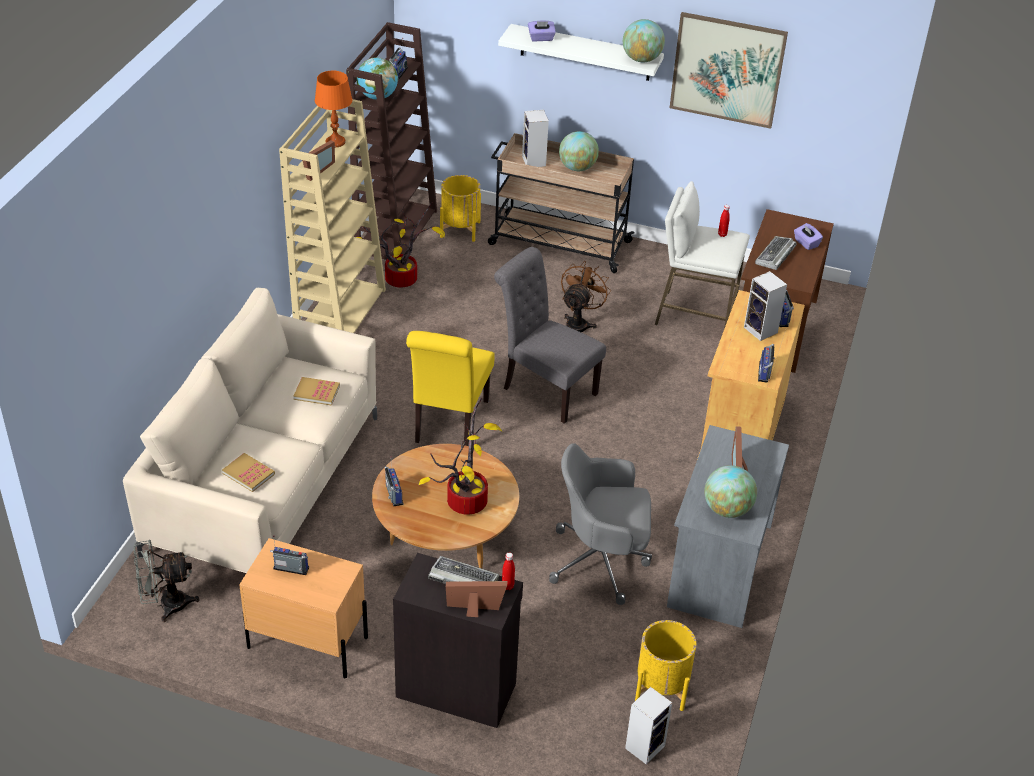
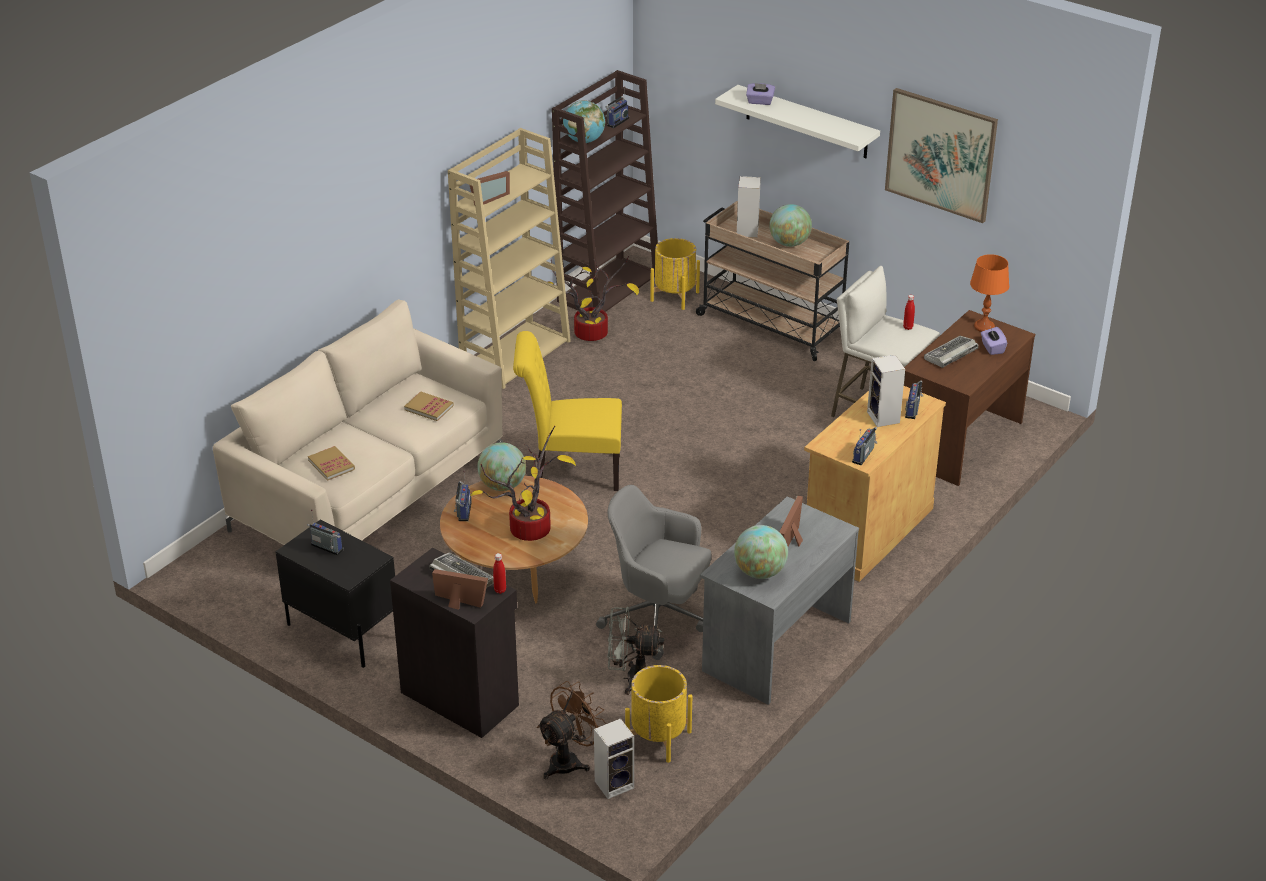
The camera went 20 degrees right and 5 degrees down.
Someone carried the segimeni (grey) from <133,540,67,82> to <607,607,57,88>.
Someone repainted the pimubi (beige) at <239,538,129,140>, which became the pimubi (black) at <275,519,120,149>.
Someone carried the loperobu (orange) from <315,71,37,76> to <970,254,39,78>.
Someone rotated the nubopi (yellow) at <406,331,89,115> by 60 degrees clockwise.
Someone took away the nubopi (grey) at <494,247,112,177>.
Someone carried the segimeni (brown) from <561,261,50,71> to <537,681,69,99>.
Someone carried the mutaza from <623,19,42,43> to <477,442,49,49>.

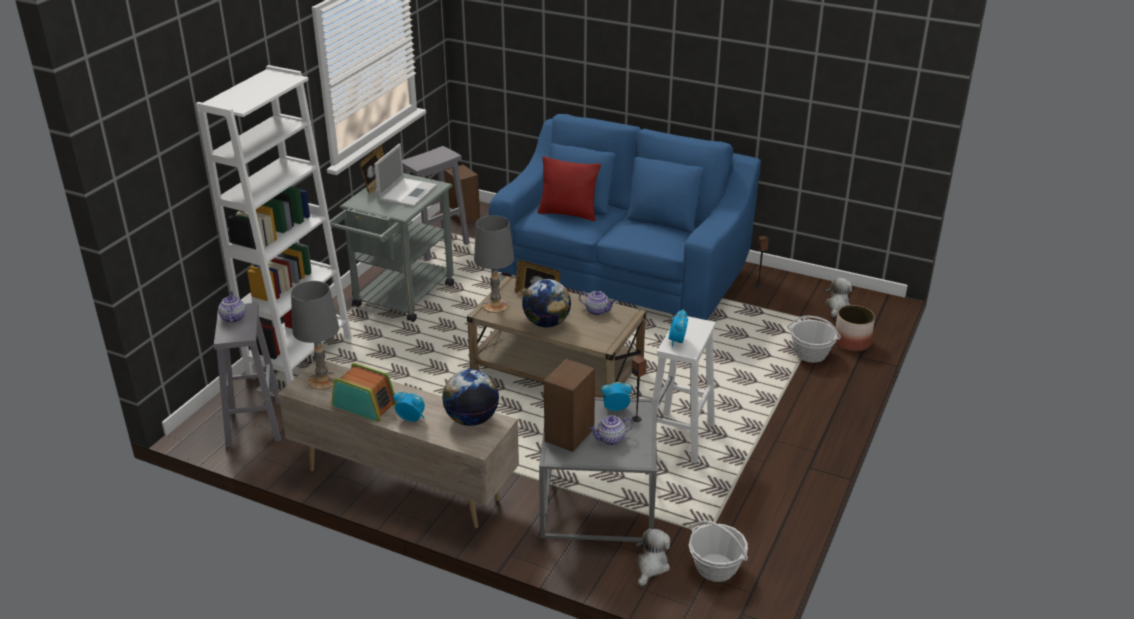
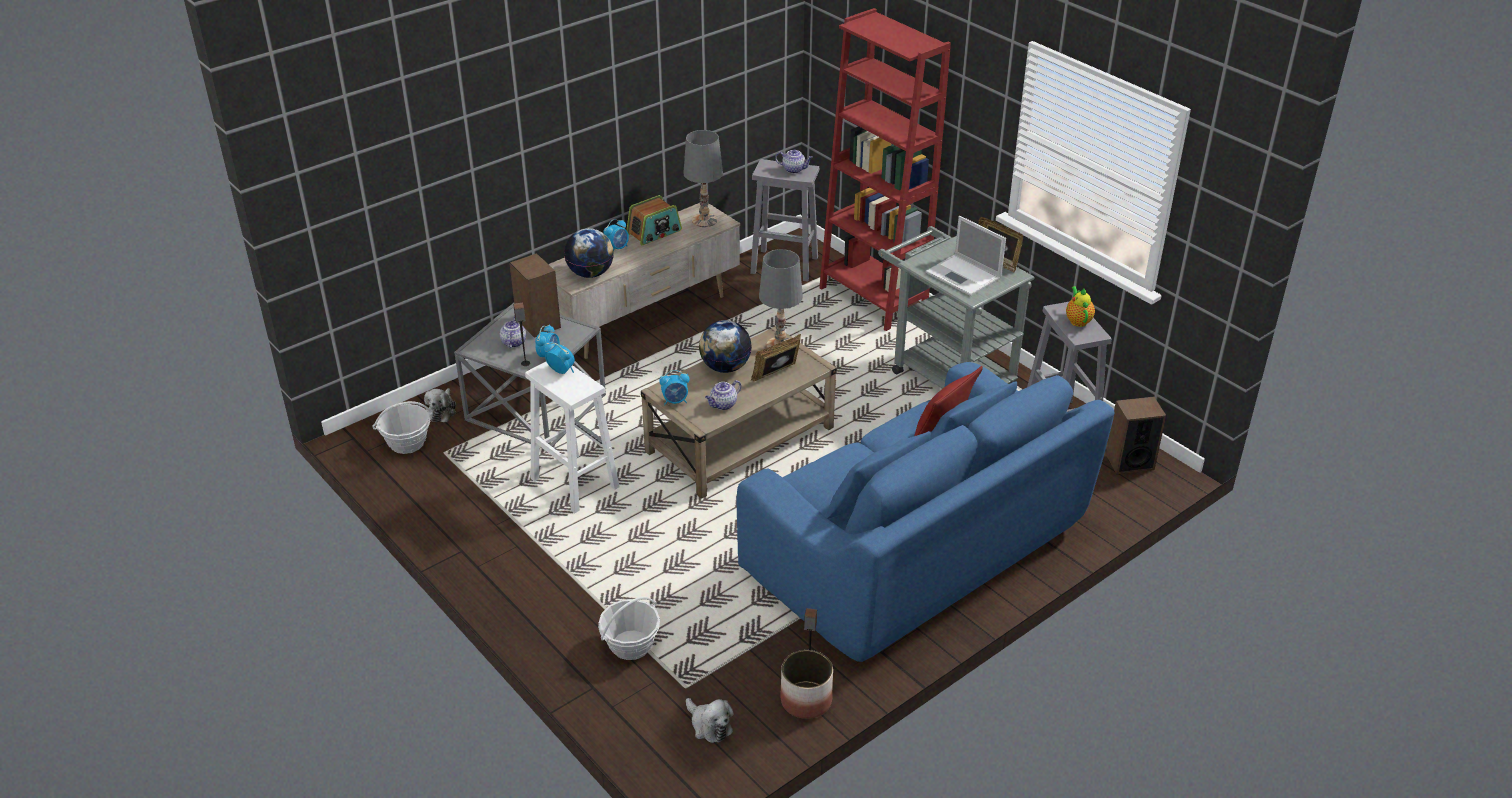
The camera went 115 degrees right and 5 degrees up.
Someone repainted the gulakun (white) at <196,65,156,320>, which became the gulakun (red) at <819,8,132,323>.
Someone rotated the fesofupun at <636,529,34,57> by 45 degrees clockwise.
Someone carried the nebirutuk from <835,305,40,46> to <780,650,53,69>.
Someone put down the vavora at <659,370,31,35>.
Someone put down the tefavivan at <1066,286,29,41>.

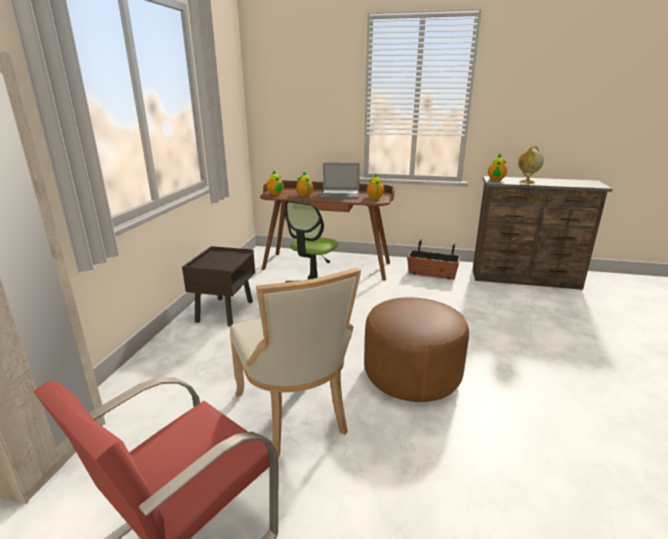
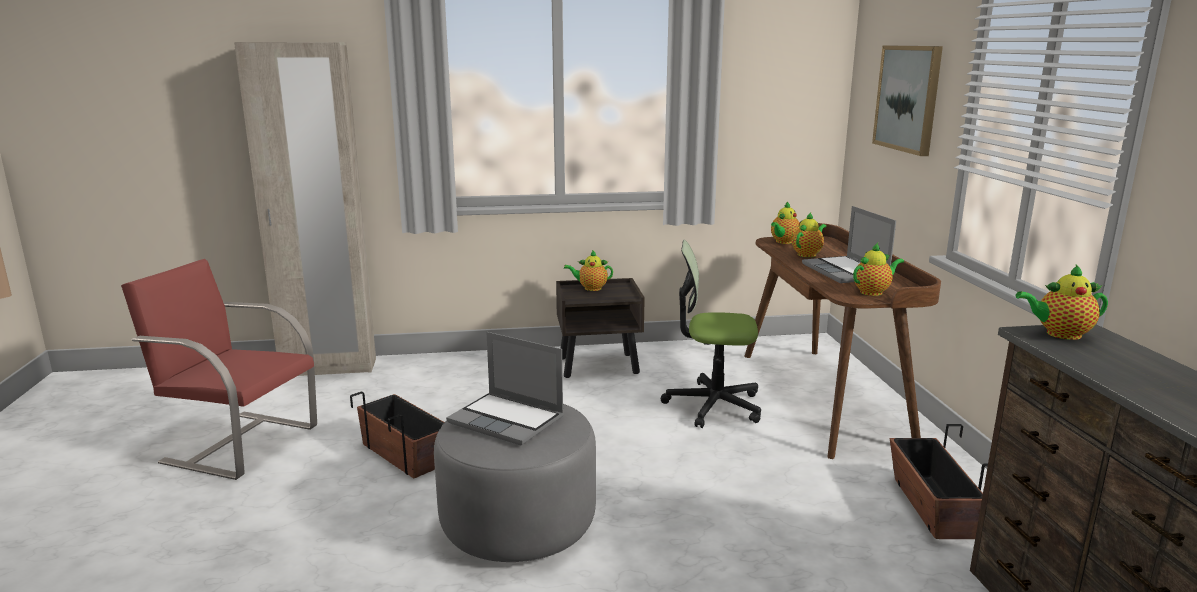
The camera went 70 degrees right and 5 degrees down.
Someone swapped the nubopi (beige) at <230,267,131,191> for the nebirutuk at <350,392,94,86>.
Someone repainted the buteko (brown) at <364,297,105,105>, which became the buteko (grey) at <434,404,162,158>.
Someone took away the mutaza at <518,146,26,38>.
Someone put down the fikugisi at <446,332,118,114>.
Someone put down the tefavivan at <564,250,49,41>.
Someone put up the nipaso at <872,46,71,110>.

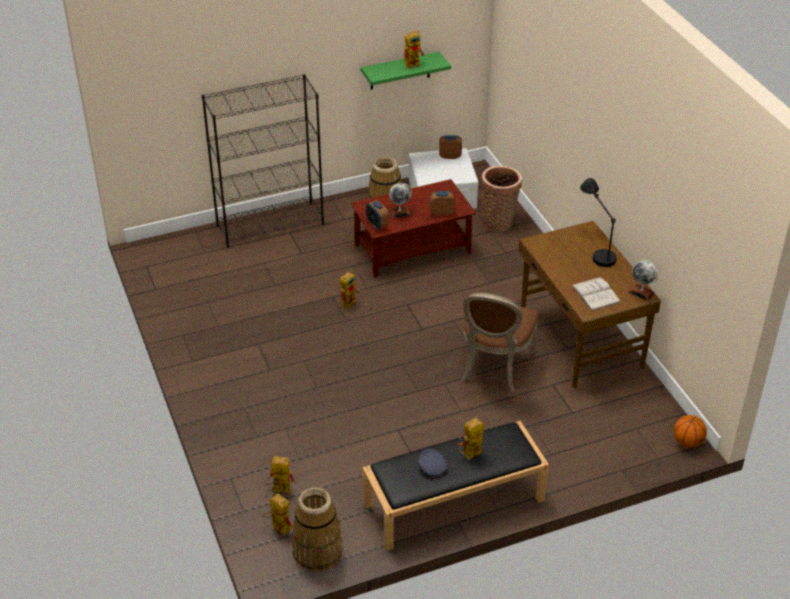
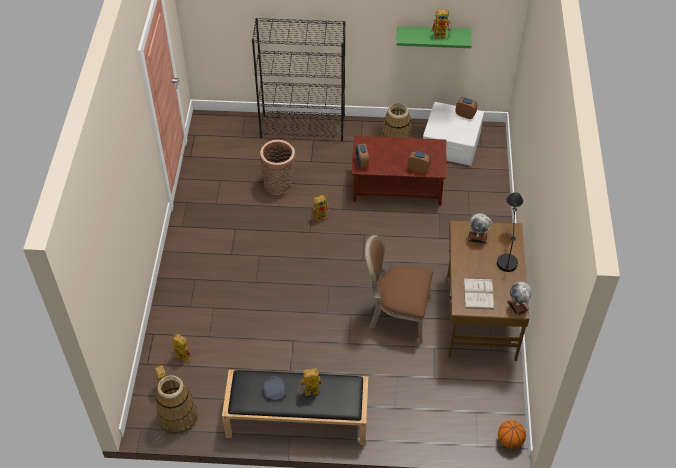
The camera went 25 degrees right and 10 degrees up.
Someone carried the mutaza from <389,183,23,36> to <468,213,24,31>.
Someone rotated the nubopi (brown) at <461,293,78,99> by 60 degrees clockwise.
Someone carried the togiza from <481,166,41,66> to <260,140,36,55>.

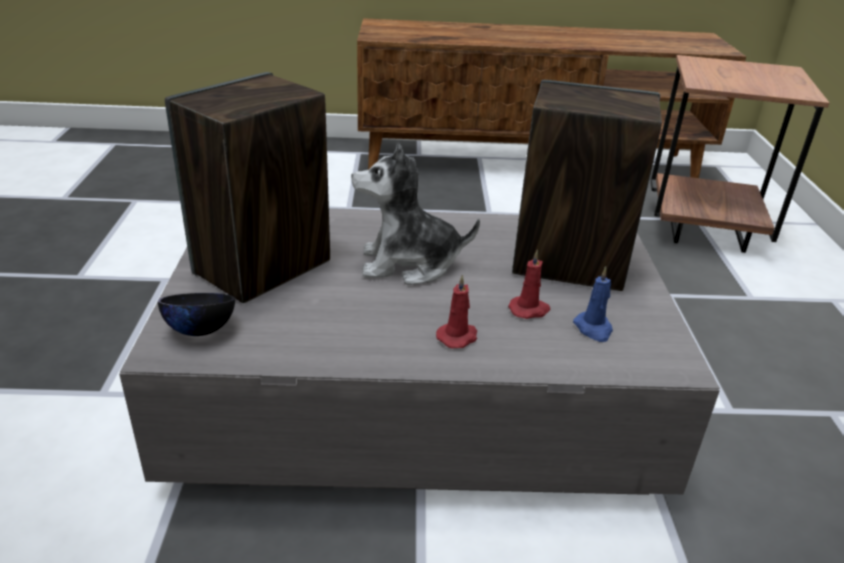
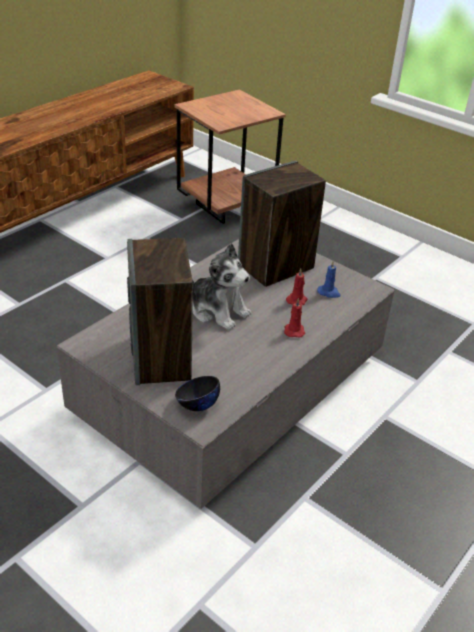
The camera went 50 degrees left and 5 degrees up.
Someone rotated the fesofupun at <352,142,128,143> by 90 degrees counterclockwise.

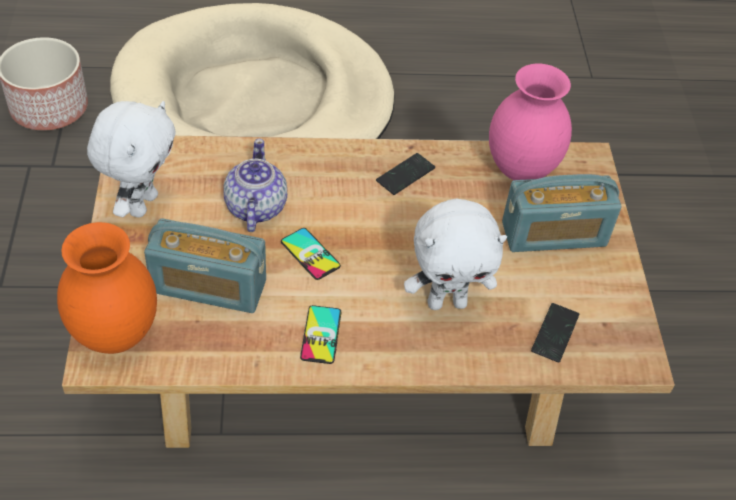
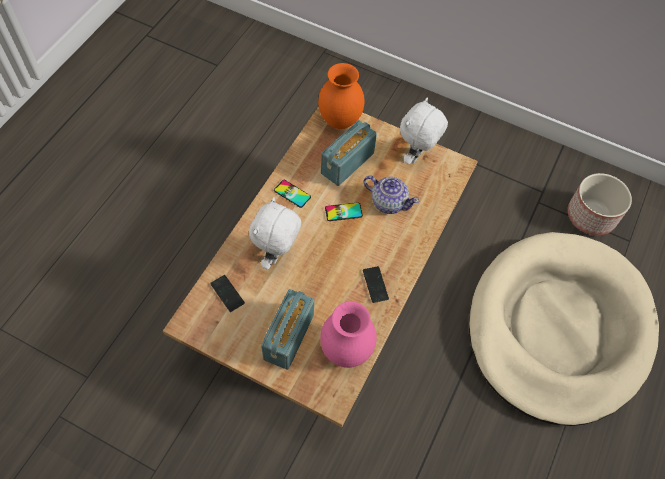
The camera went 120 degrees right and 10 degrees up.
Someone rotated the fesofupun (white) at <87,101,89,117> by 75 degrees clockwise.

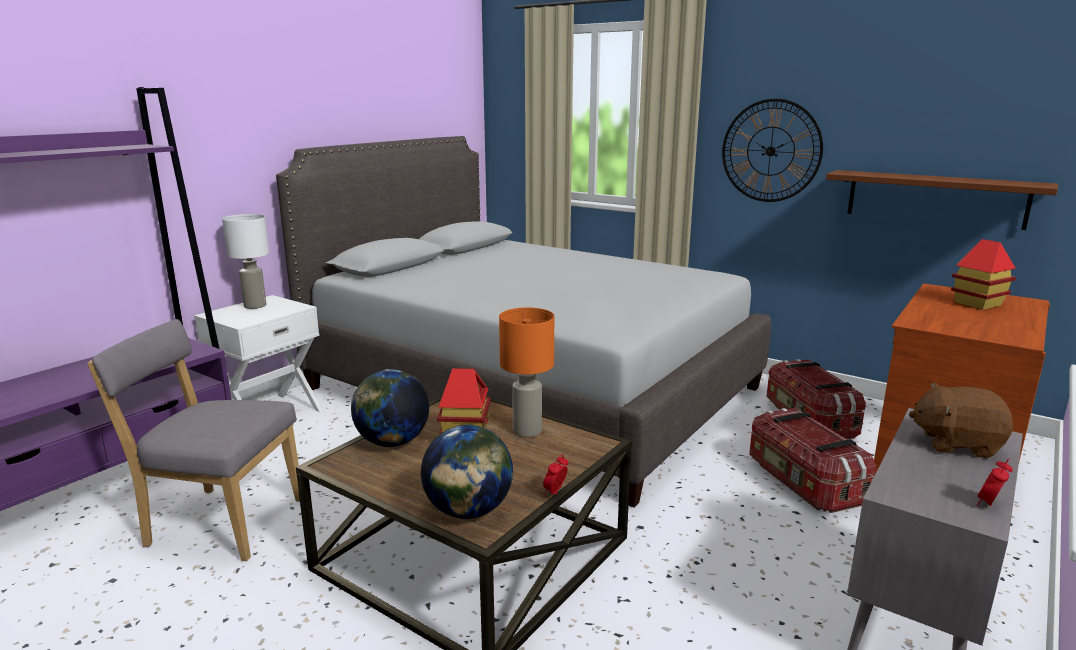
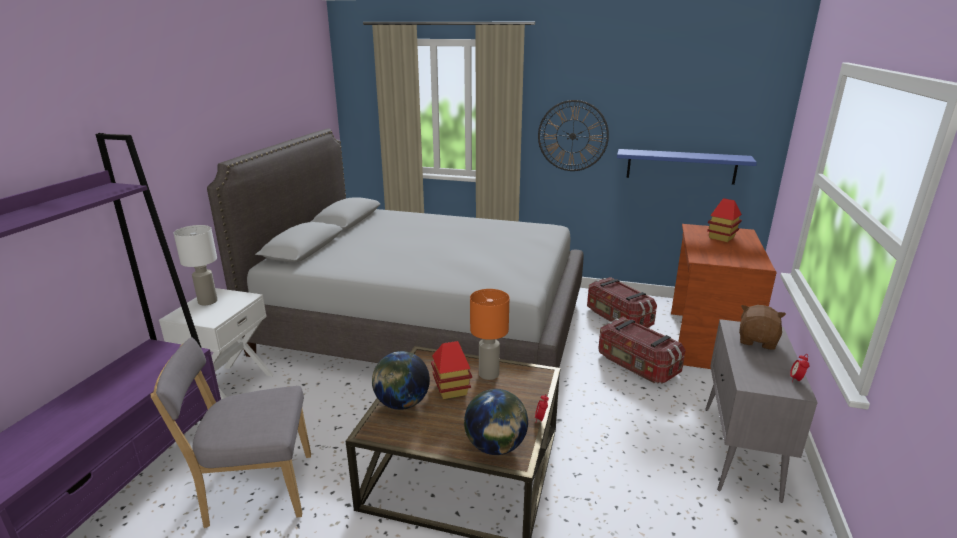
The camera went 20 degrees left and 5 degrees up.
Someone repainted the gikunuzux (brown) at <826,170,232,60>, which became the gikunuzux (blue) at <617,149,140,36>.
Someone rotated the fesofupun (brown) at <909,382,104,76> by 120 degrees clockwise.

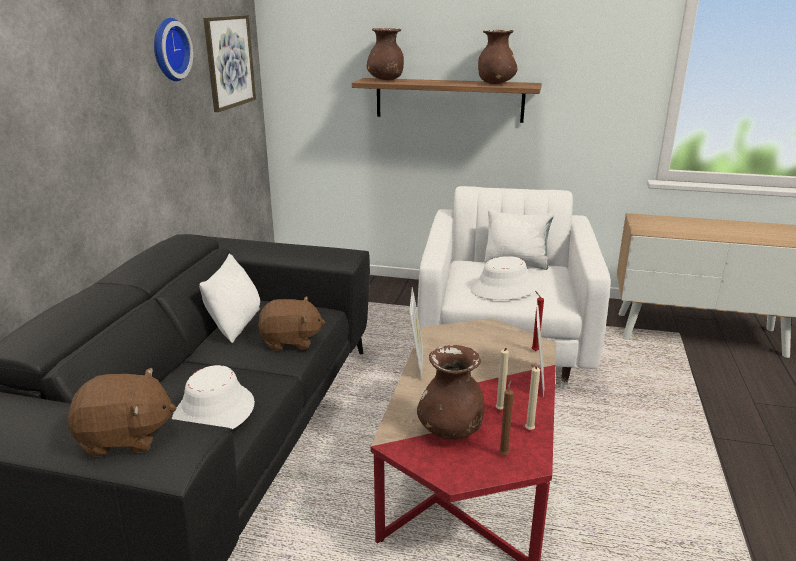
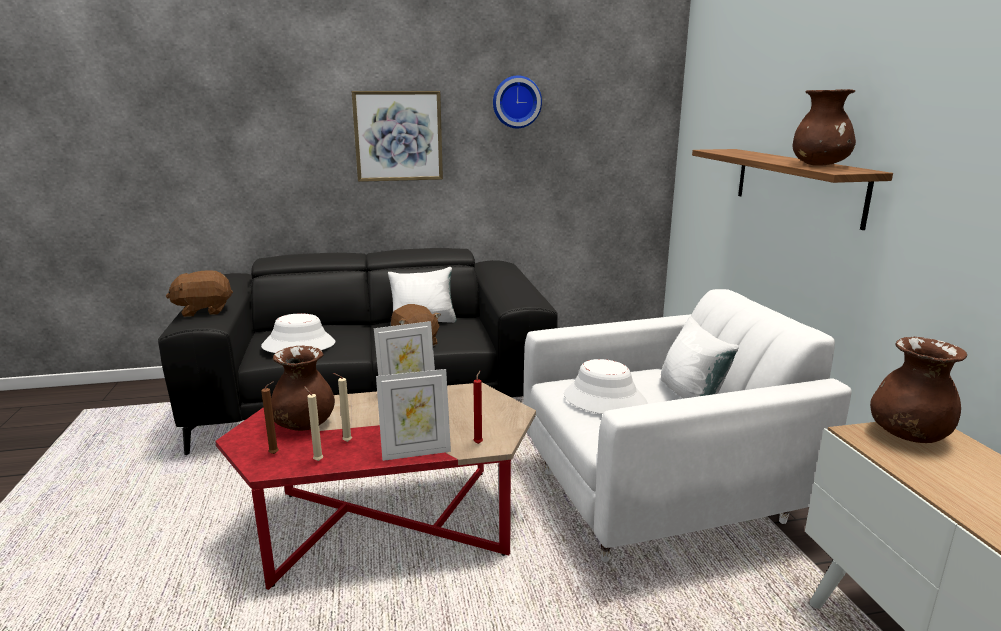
The camera went 65 degrees right and 5 degrees down.
Someone rotated the fesofupun (brown) at <68,368,108,89> by 105 degrees clockwise.
Someone carried the nipaso from <203,15,53,97> to <352,91,91,91>.
Someone carried the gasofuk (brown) from <367,28,37,52> to <870,337,97,106>.

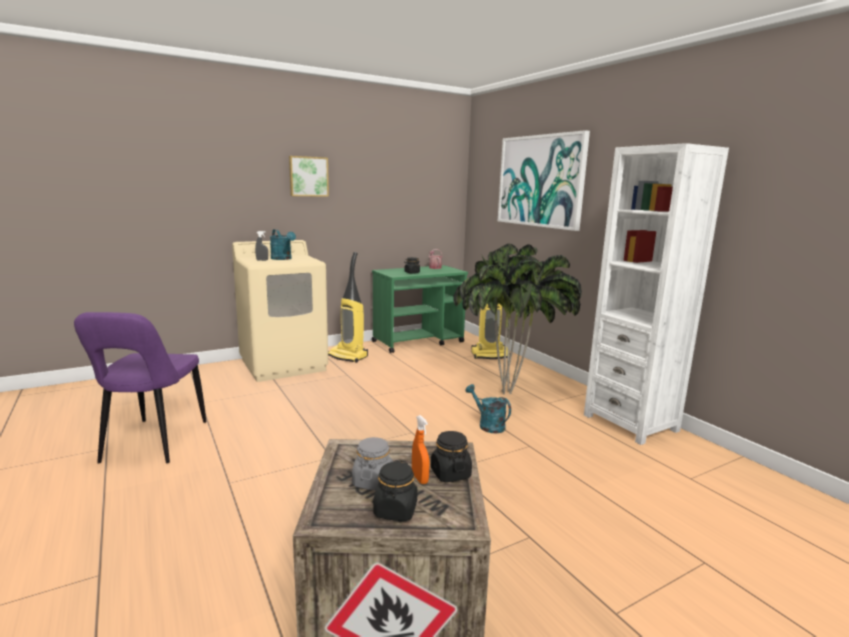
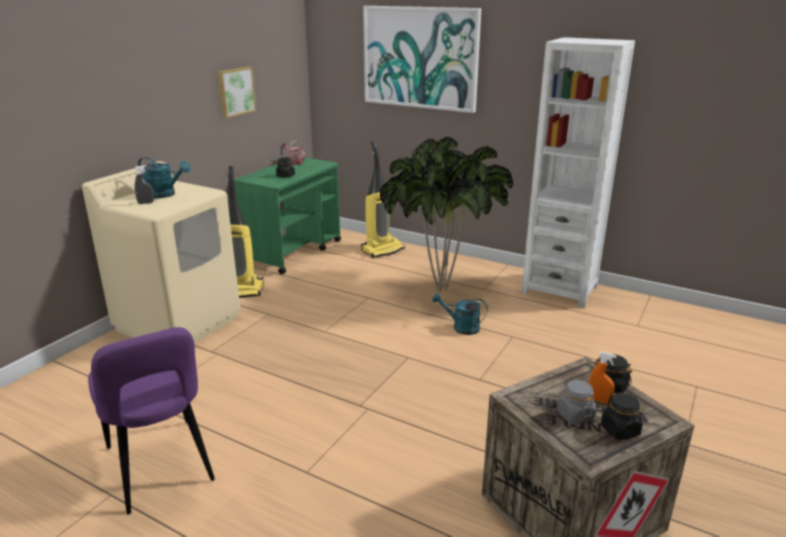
The camera went 30 degrees left and 10 degrees up.
Someone carried the nipaso from <289,156,40,41> to <218,67,38,51>.

